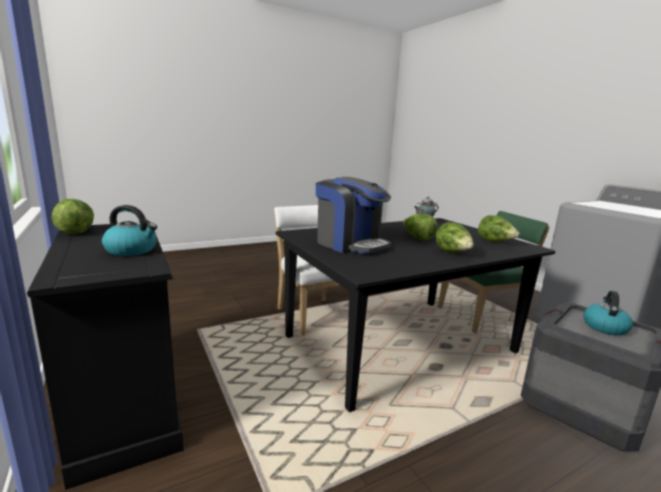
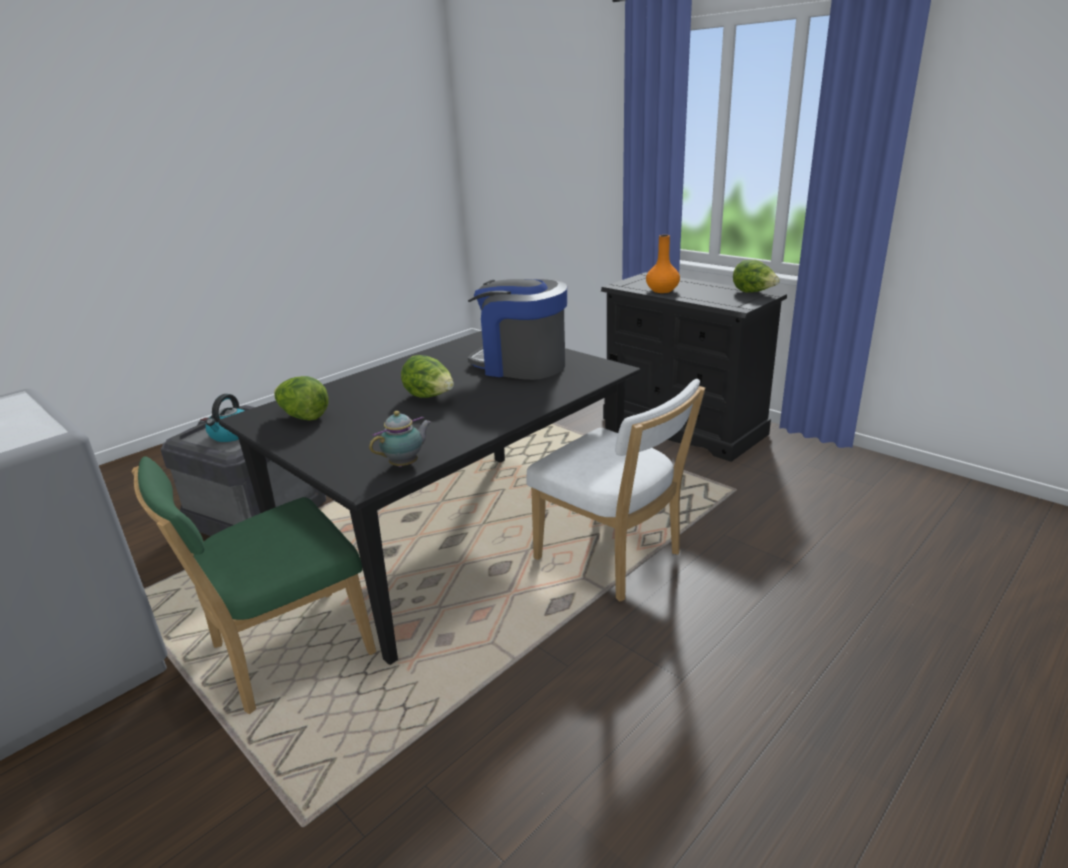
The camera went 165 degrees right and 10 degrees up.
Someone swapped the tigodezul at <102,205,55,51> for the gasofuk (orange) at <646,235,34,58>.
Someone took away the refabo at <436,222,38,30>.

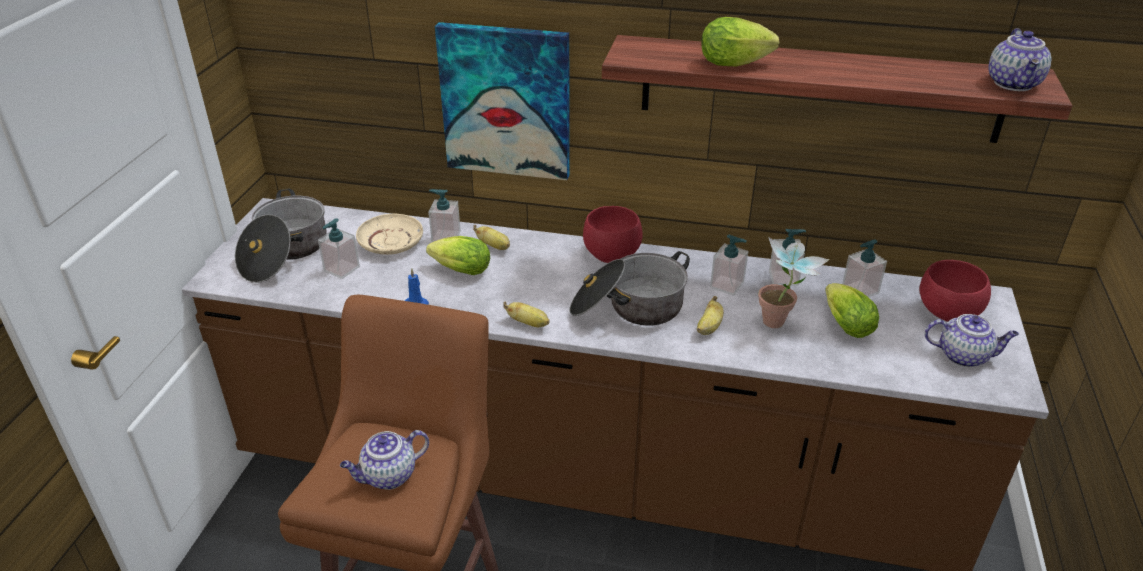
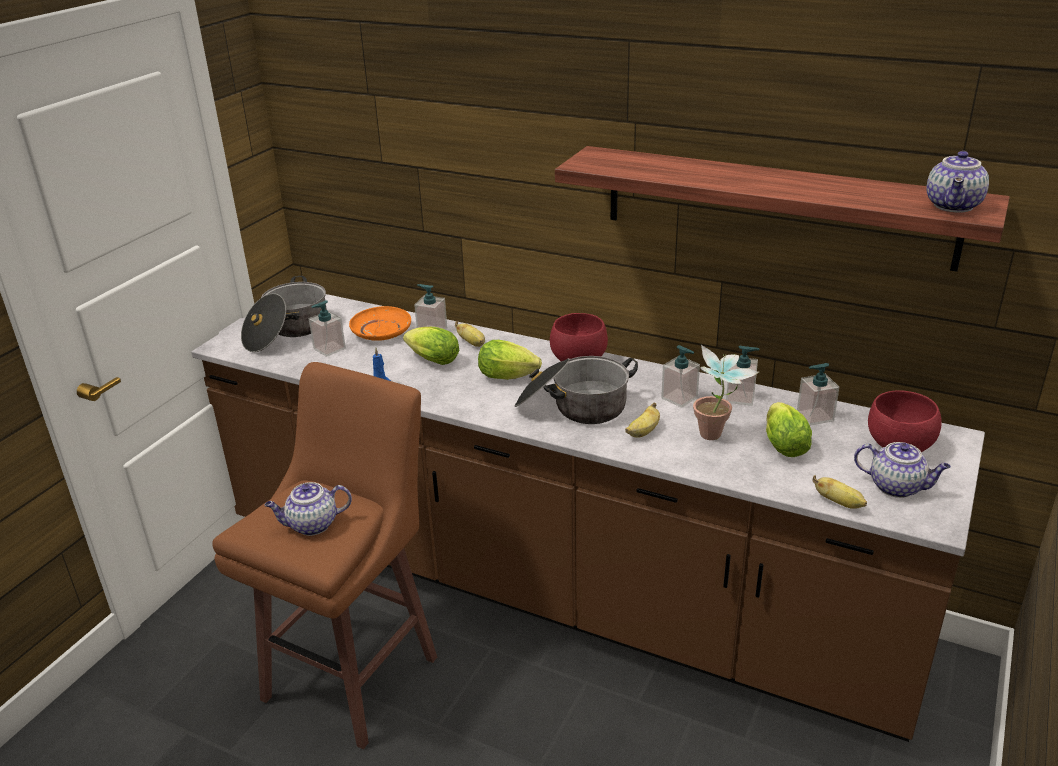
The camera went 15 degrees right and 5 degrees down.
Someone repainted the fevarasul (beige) at <356,214,67,41>, which became the fevarasul (orange) at <349,306,62,35>.
Someone took away the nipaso at <435,22,135,158>.
Someone carried the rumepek from <503,301,47,26> to <813,475,54,34>.
Someone carried the refabo from <701,17,78,49> to <478,340,64,40>.

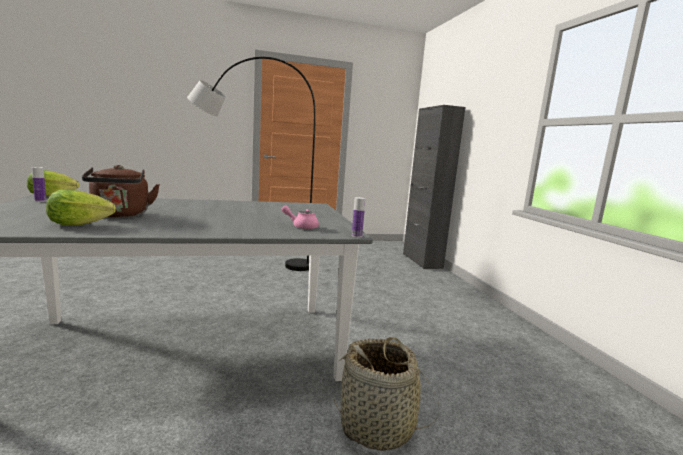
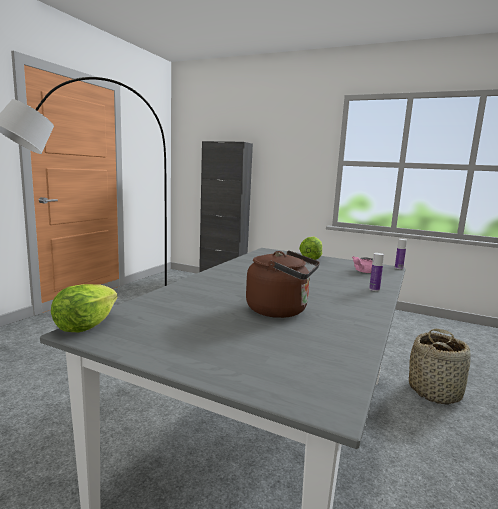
The camera went 50 degrees left and 0 degrees up.
Someone carried the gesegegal from <32,167,15,35> to <369,253,15,38>.
Someone carried the refabo from <46,190,70,35> to <299,237,23,23>.

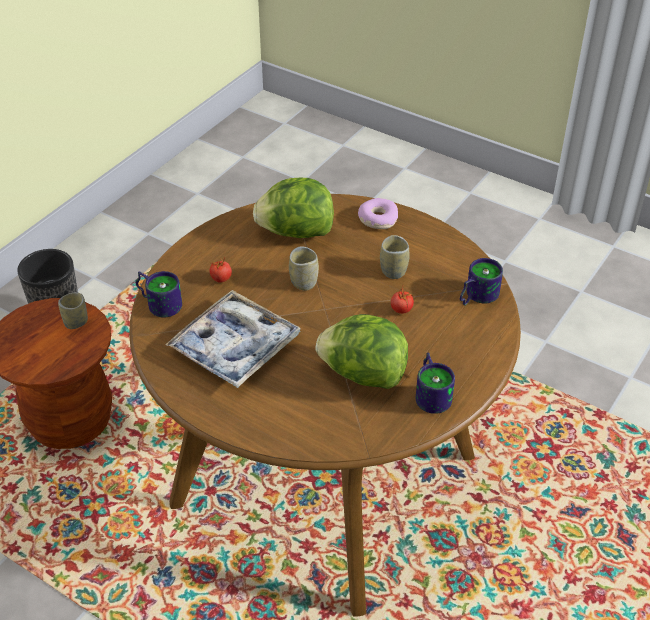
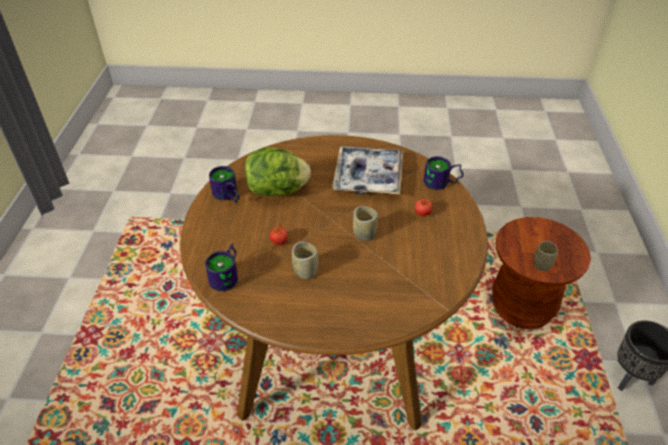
The camera went 150 degrees right and 0 degrees up.
Someone took away the refabo at <253,178,81,60>.
Someone took away the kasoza at <358,198,40,31>.

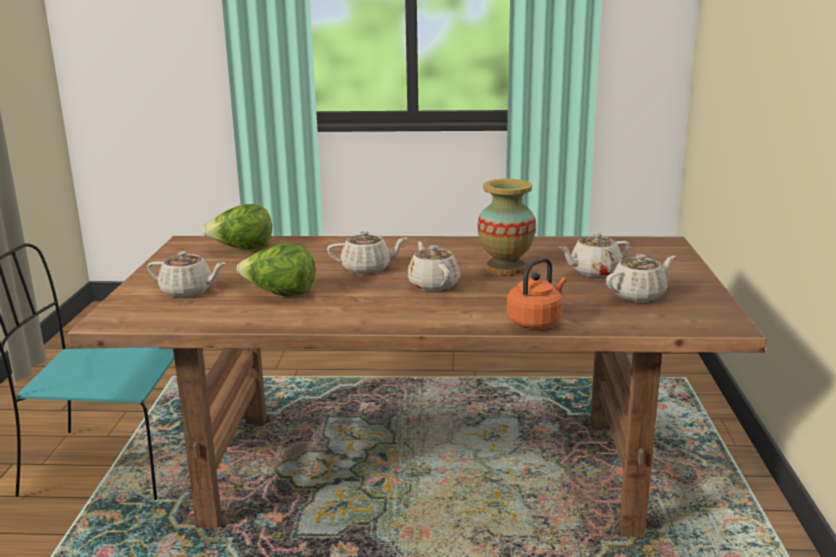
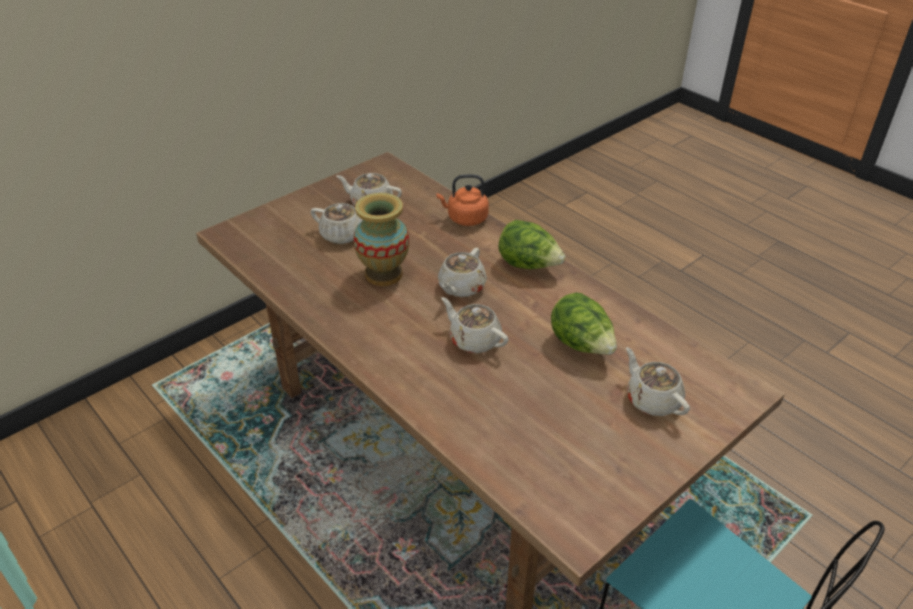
The camera went 135 degrees left and 20 degrees up.
Someone carried the refabo from <202,204,70,45> to <498,220,67,49>.

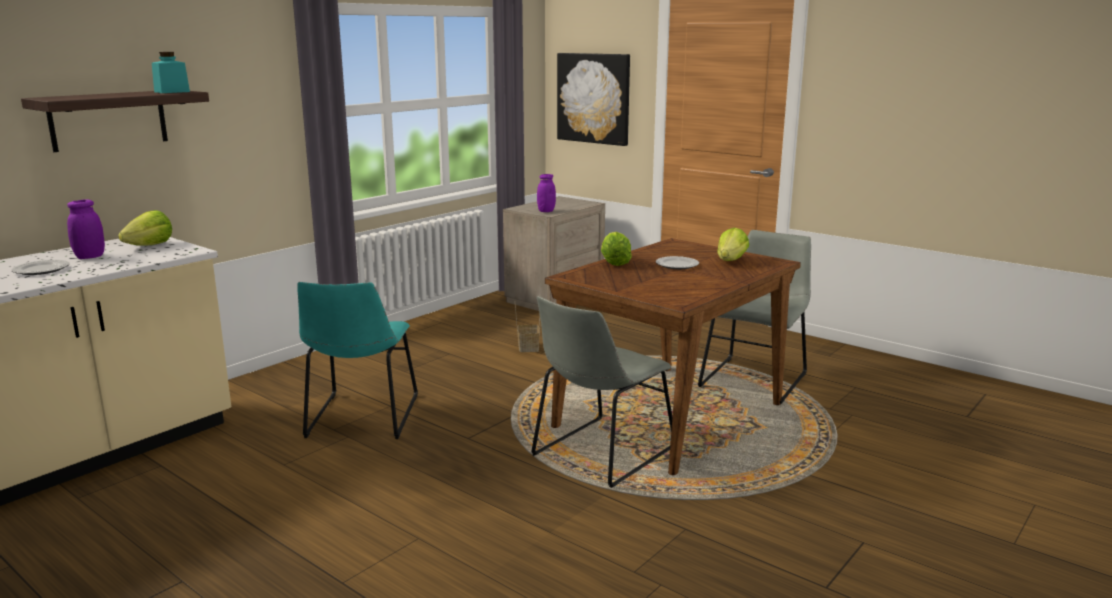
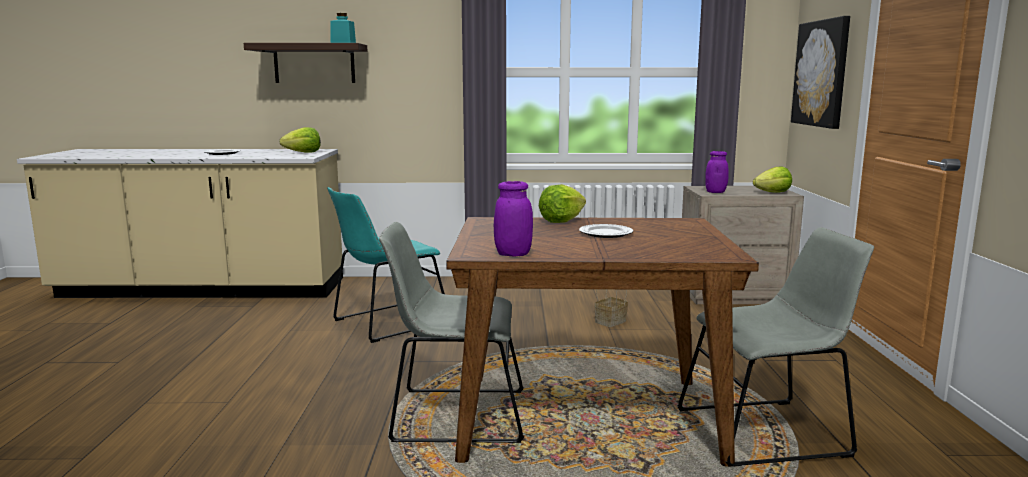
The camera went 50 degrees right and 5 degrees down.
Someone carried the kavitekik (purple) from <67,199,38,60> to <494,181,39,76>.
Someone carried the refabo from <717,227,32,34> to <753,167,39,26>.

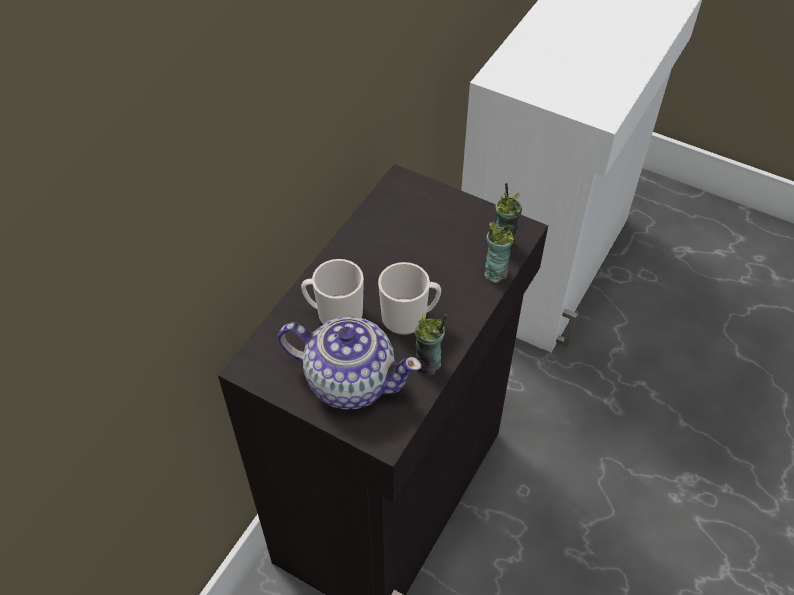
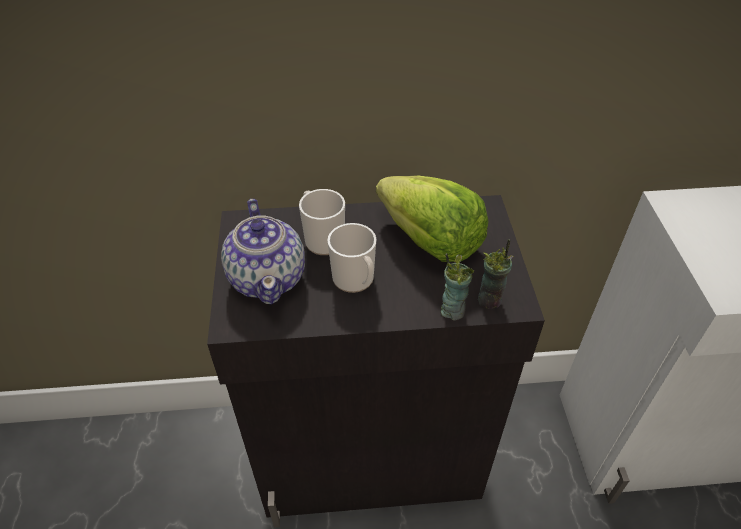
The camera went 55 degrees right and 5 degrees down.
Someone took away the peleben at <415,314,32,62>.
Someone put down the refabo at <376,176,113,86>.

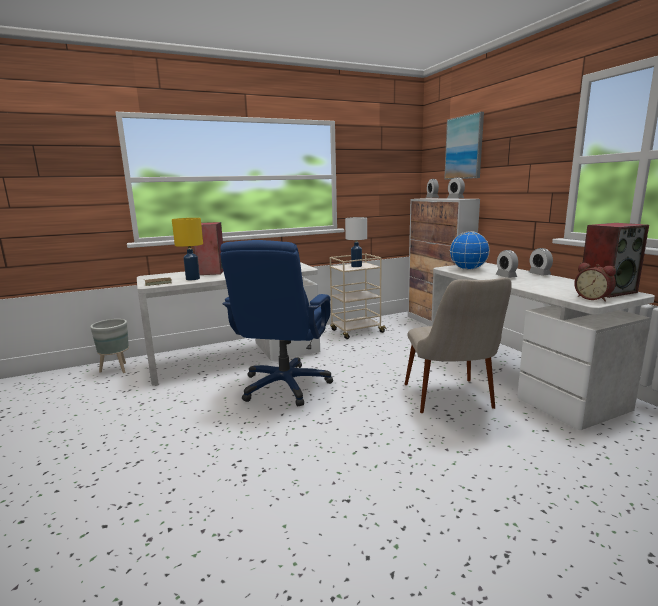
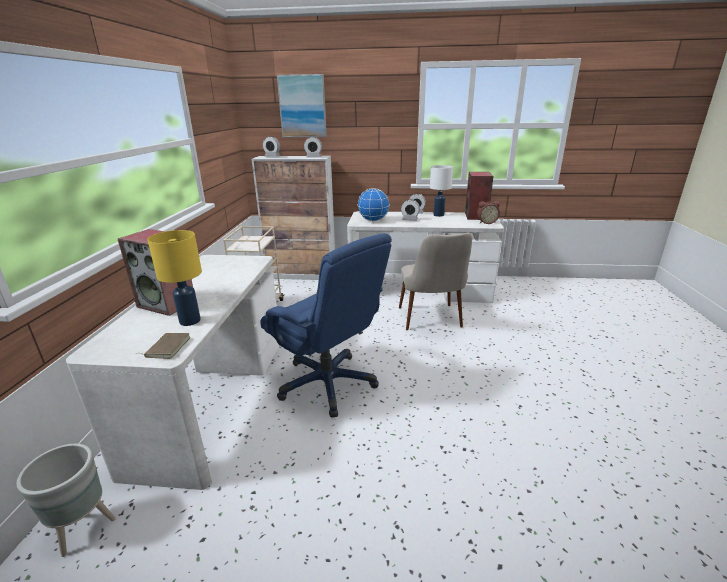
The camera went 60 degrees left and 10 degrees up.
Someone carried the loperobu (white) from <345,217,22,50> to <430,165,23,52>.
Someone rotated the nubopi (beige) at <404,278,108,135> by 60 degrees clockwise.

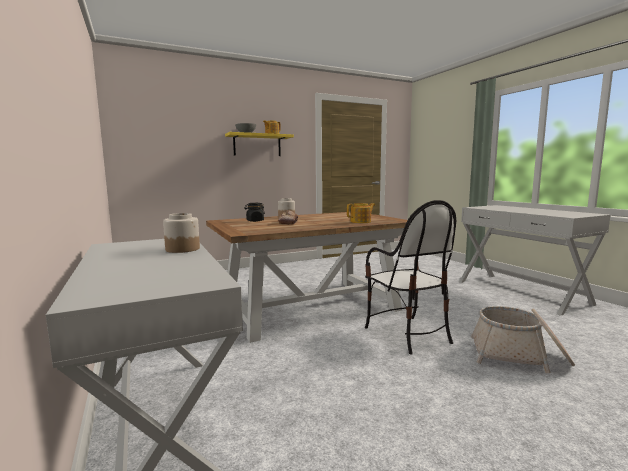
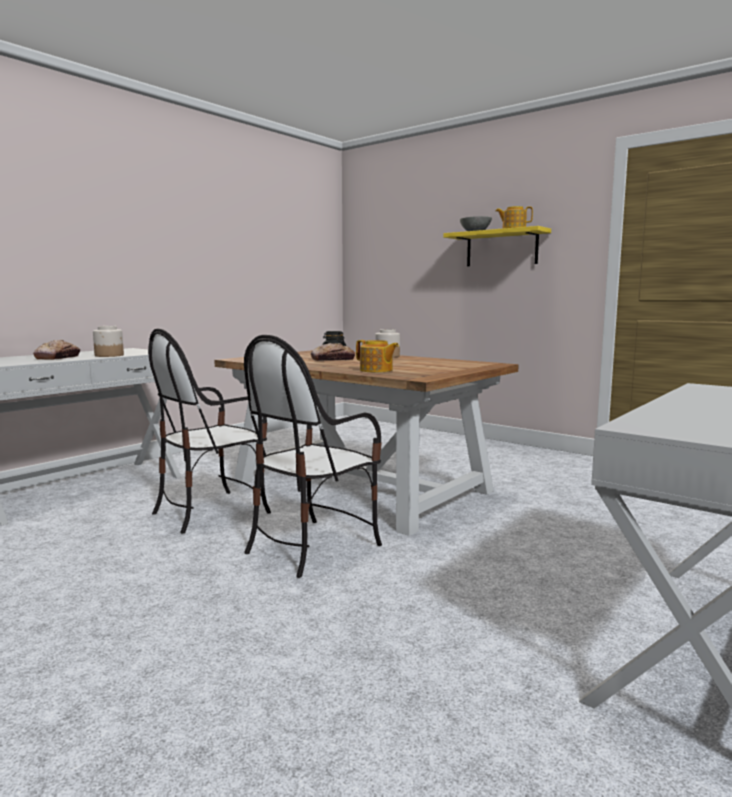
The camera went 65 degrees right and 0 degrees up.
Someone took away the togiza at <471,306,104,67>.
Someone put down the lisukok at <33,340,47,20>.
Someone put down the nubopi at <148,329,123,204>.

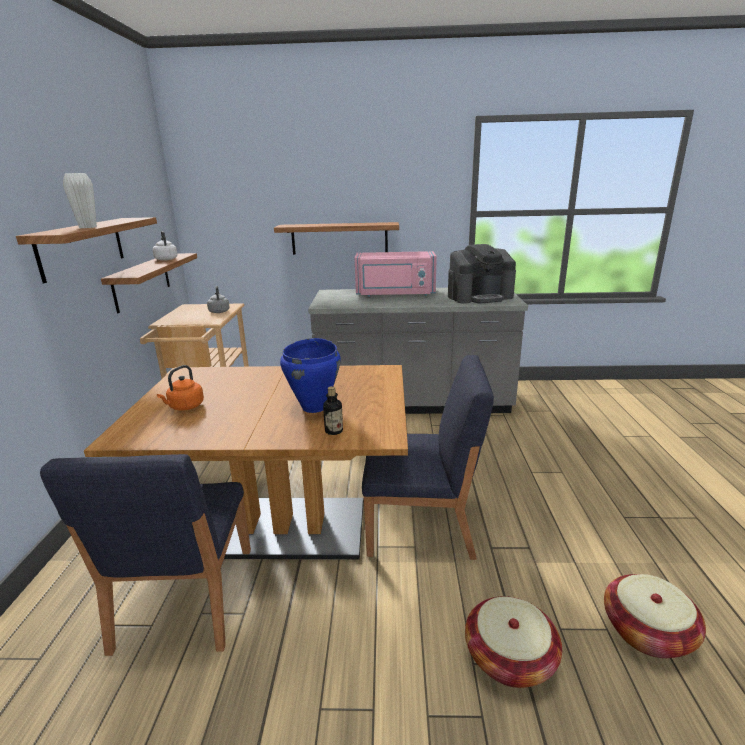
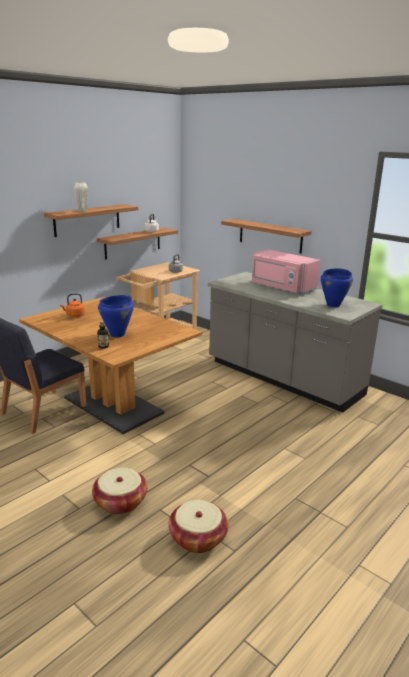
The camera went 40 degrees right and 0 degrees up.
Someone took away the nubopi (blue) at <362,355,132,205>.
Someone swapped the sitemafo at <448,244,68,60> for the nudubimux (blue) at <321,268,32,39>.

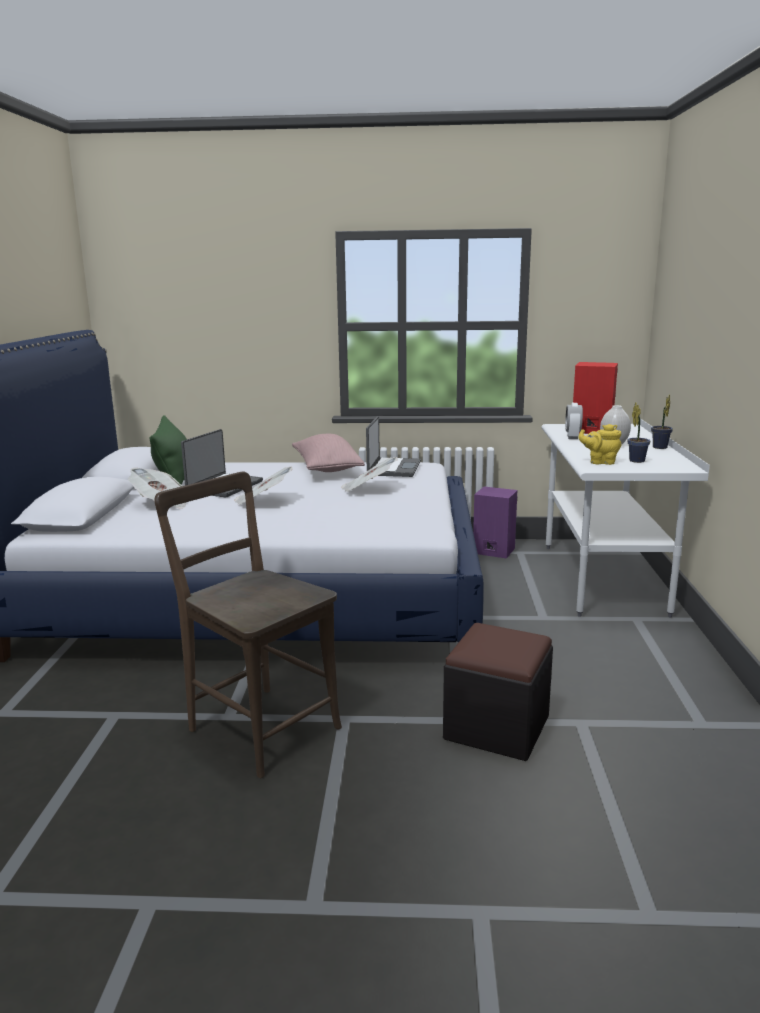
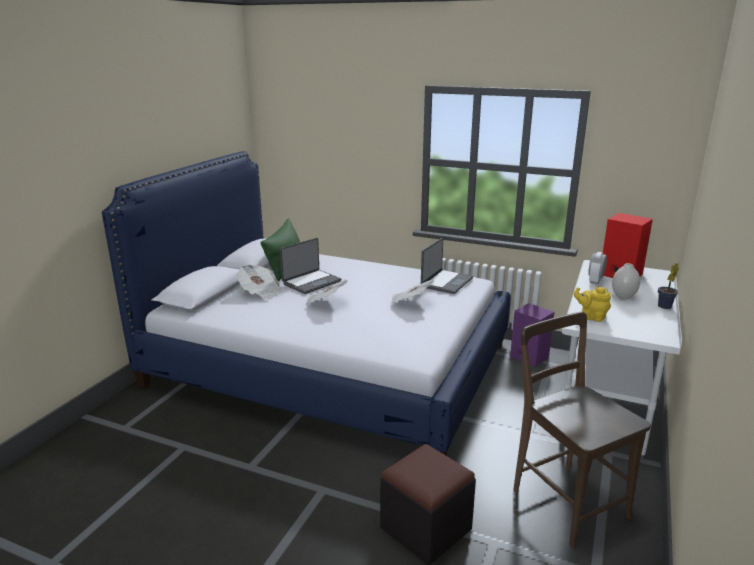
The camera went 20 degrees right and 5 degrees up.
Someone carried the nubopi (brown) from <154,472,188,306> to <513,312,138,236>.
Someone took away the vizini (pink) at <292,434,73,38>.
Someone took away the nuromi at <628,402,22,61>.

